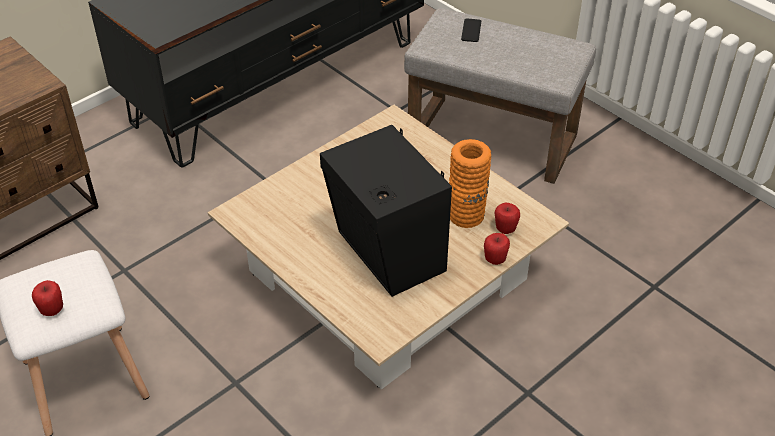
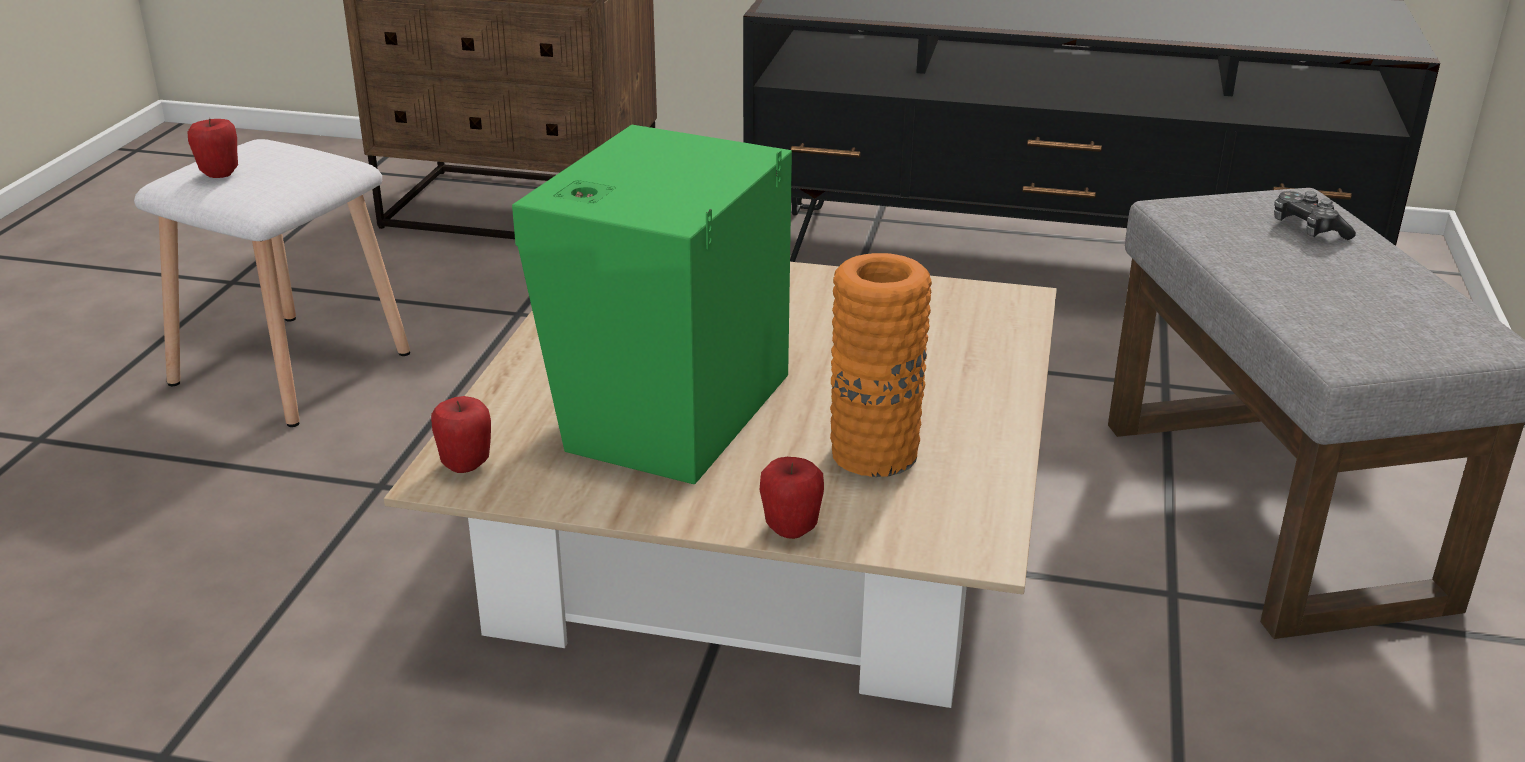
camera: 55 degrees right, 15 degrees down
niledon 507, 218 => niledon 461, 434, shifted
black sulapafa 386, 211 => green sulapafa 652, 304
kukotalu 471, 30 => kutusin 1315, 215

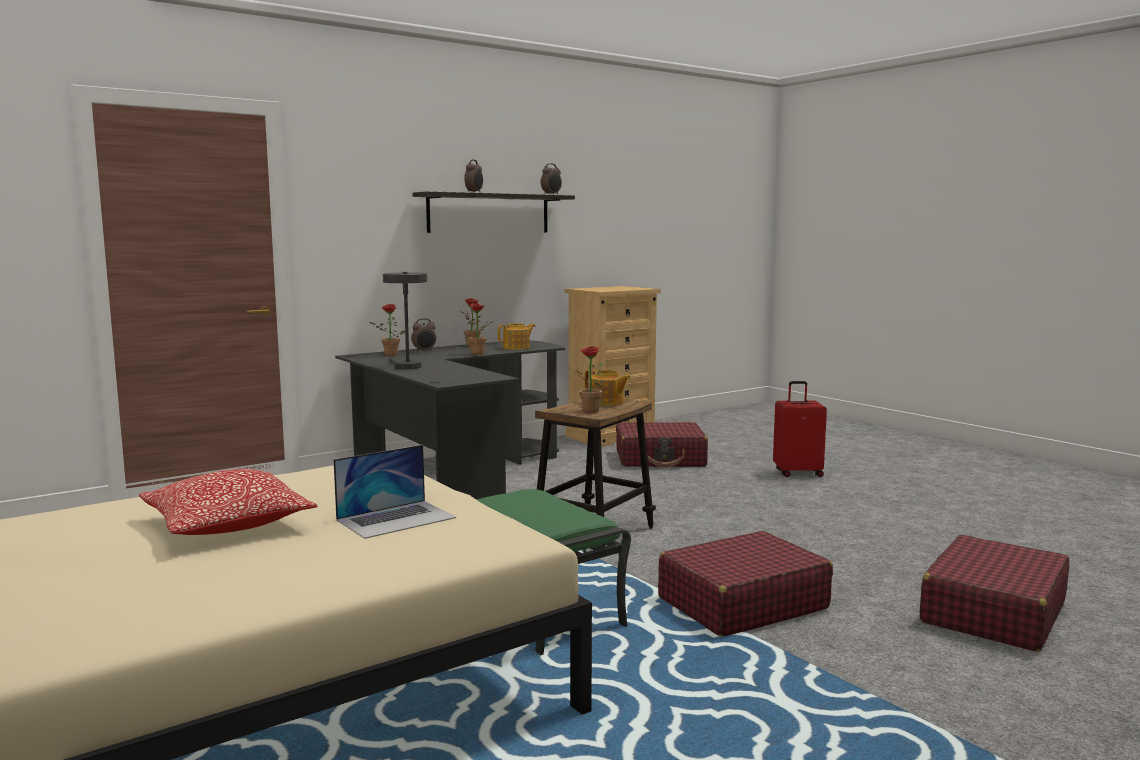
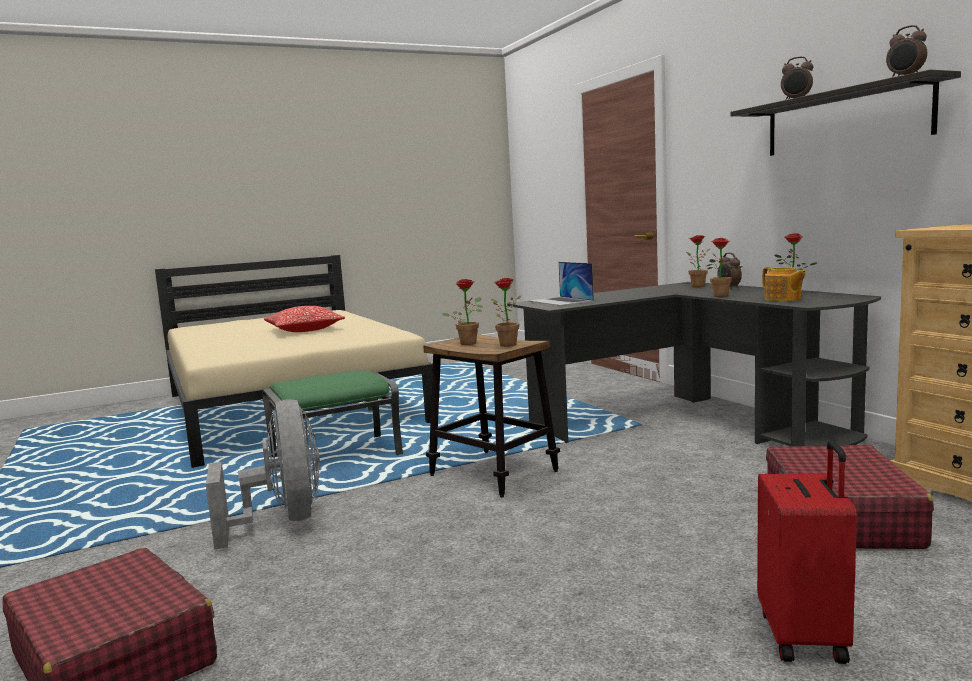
camera: 100 degrees right, 0 degrees up
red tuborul 745, 584 => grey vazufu 263, 475
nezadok 607, 387 => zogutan 506, 312
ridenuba 394, 492 => ridenuba 561, 284, shifted
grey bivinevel 405, 320 => nothing

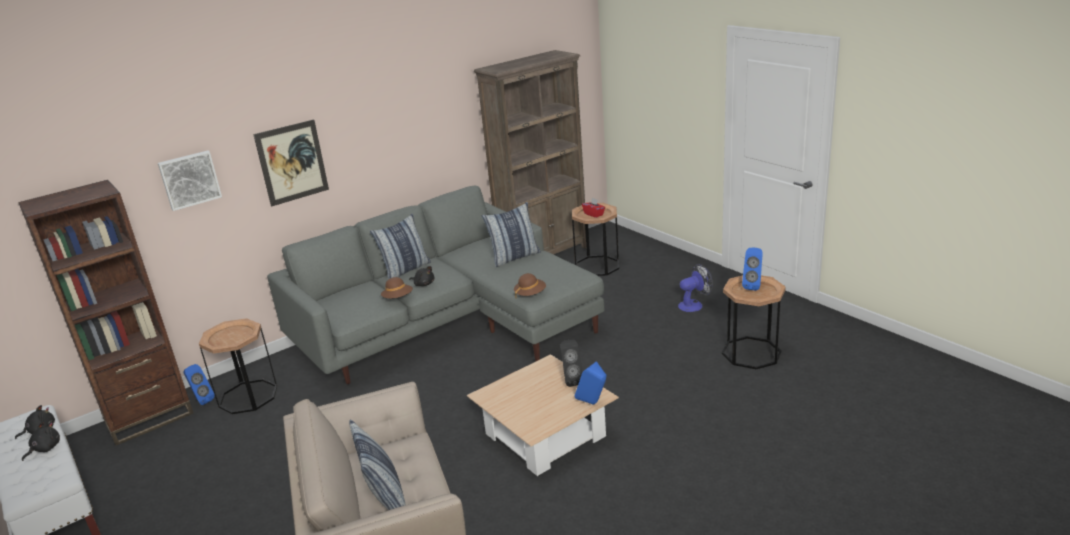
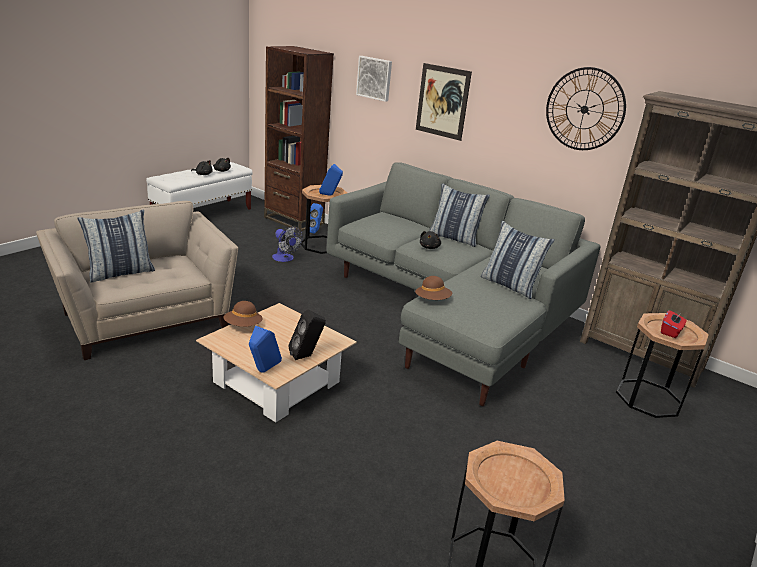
camera: 70 degrees right, 0 degrees up
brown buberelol 397, 288 => brown buberelol 243, 314, shifted
vazufu 695, 288 => vazufu 287, 244, shifted
blue sulapafa 752, 269 => blue sulapafa 331, 180, shifted
nothing => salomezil 586, 108

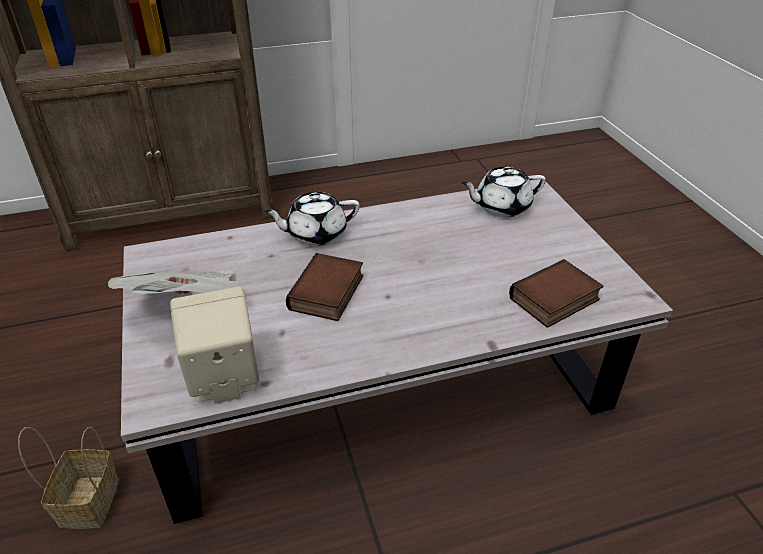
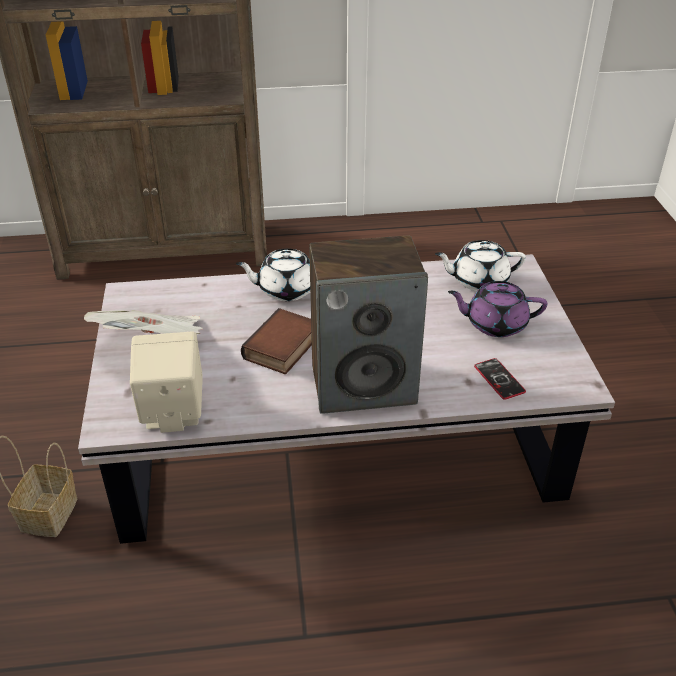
camera: 10 degrees right, 0 degrees up
nothing => sulapafa 368, 325
nothing => purple nezadok 497, 309
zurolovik 556, 293 => kukotalu 500, 379

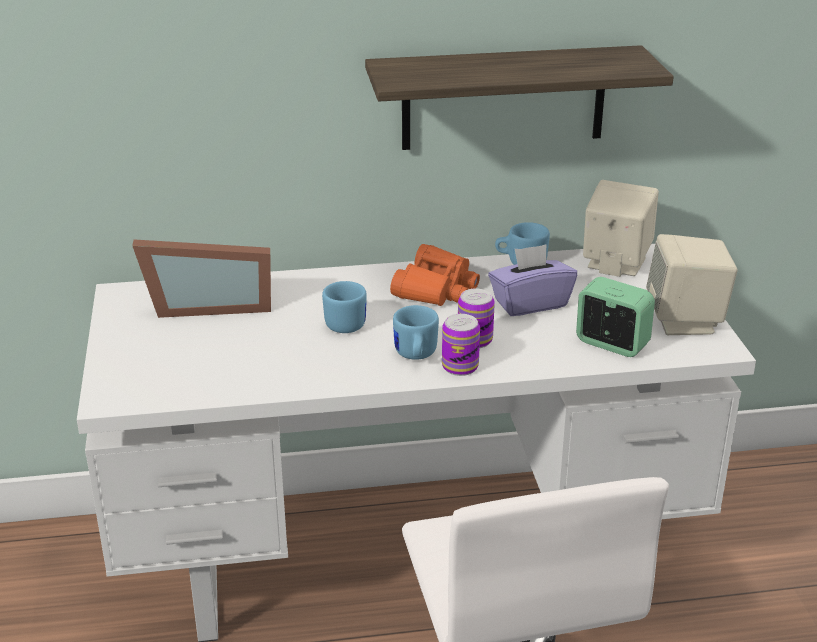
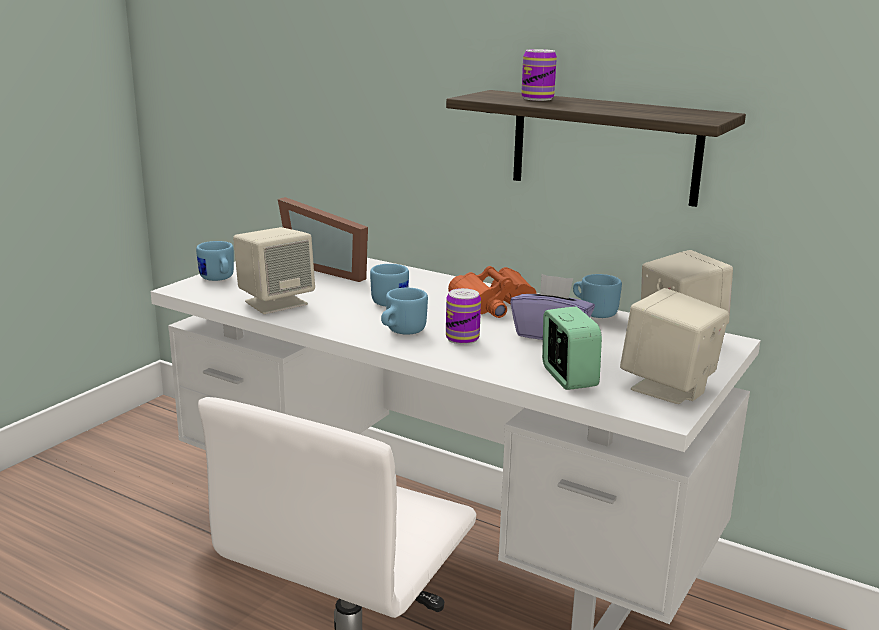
camera: 40 degrees right, 10 degrees down
nothing => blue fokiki 215, 261
nothing => beige sulapafa 274, 270
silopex 461, 345 => silopex 539, 75, shifted

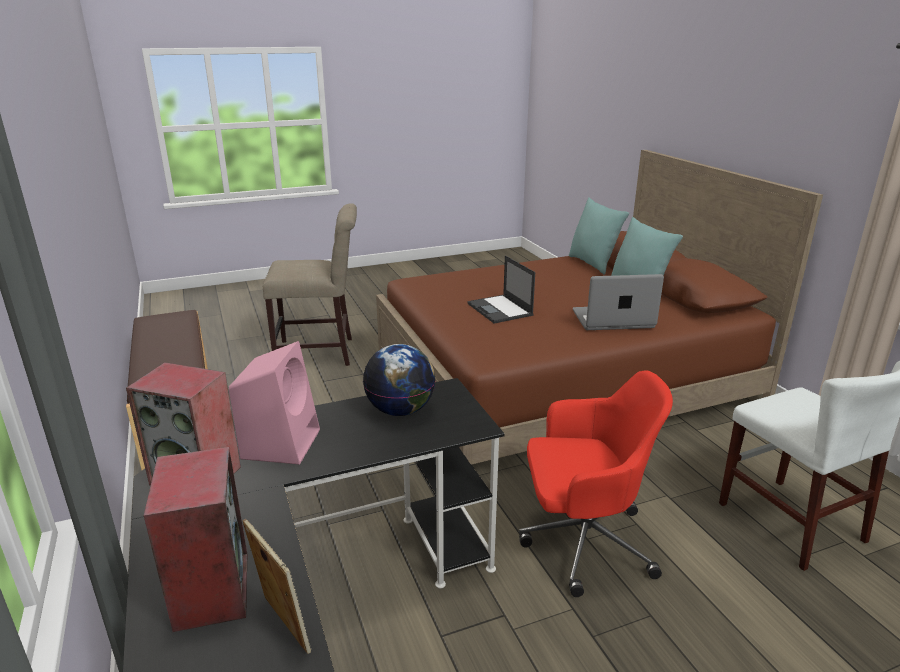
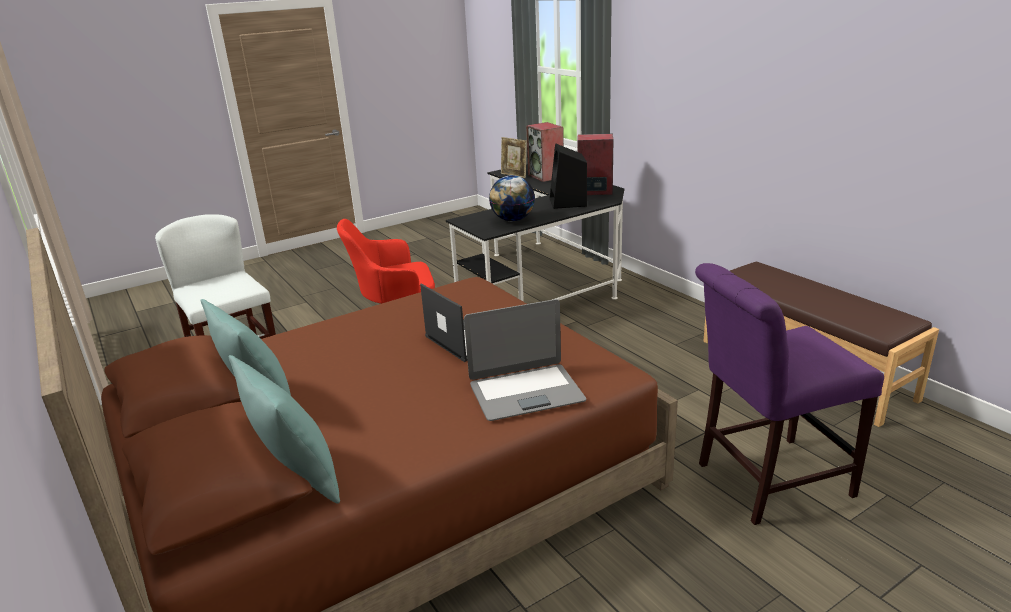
camera: 170 degrees right, 0 degrees up
ridenuba 618, 302 => ridenuba 525, 360, shifted
pink sulapafa 274, 403 => black sulapafa 568, 176
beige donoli 310, 284 => purple donoli 789, 394

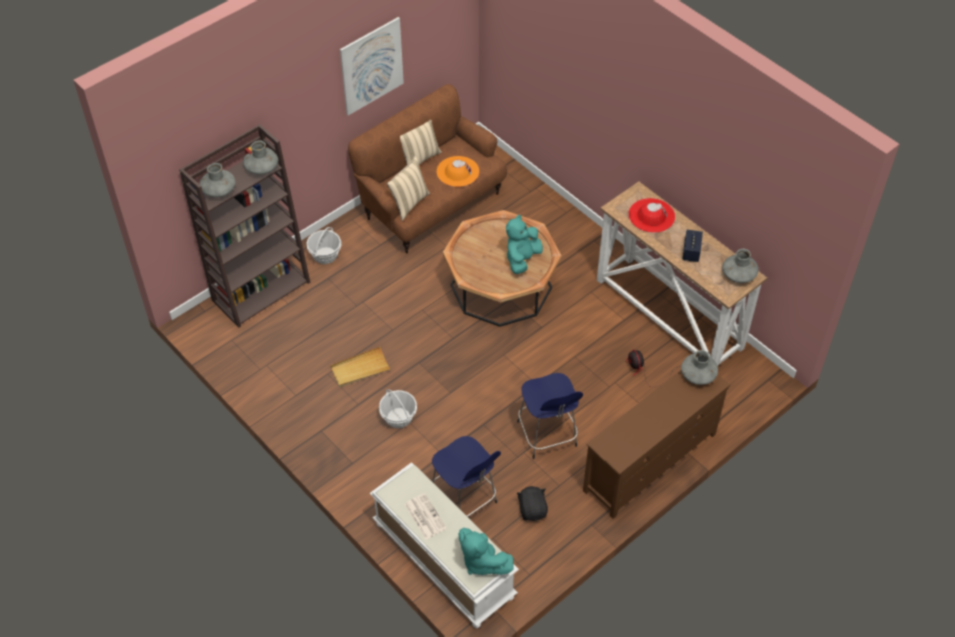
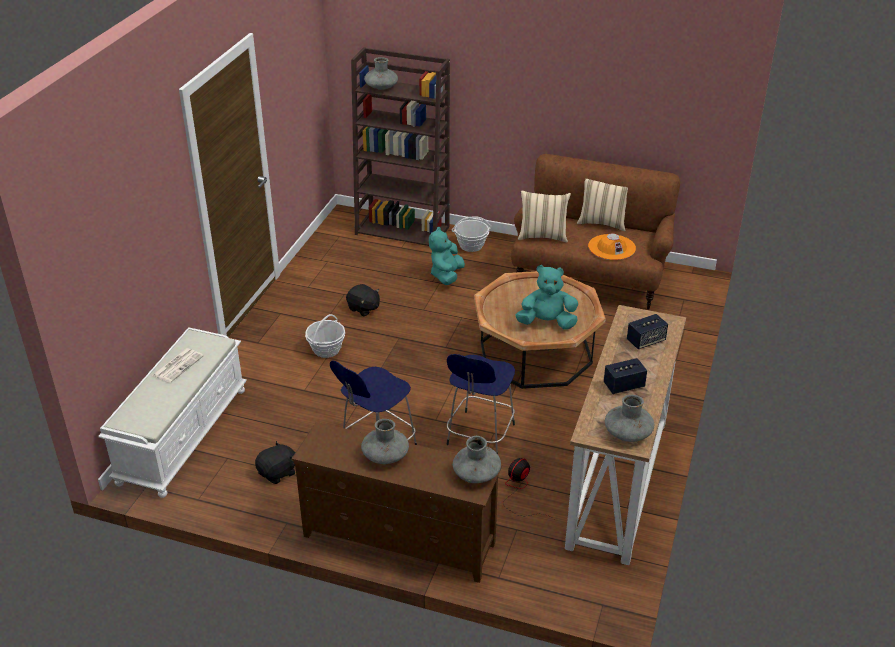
camera: 60 degrees right, 15 degrees down
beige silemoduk 360, 367 => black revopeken 363, 300
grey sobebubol 260, 157 => grey sobebubol 385, 441, shifted
turquoise revopeken 486, 551 => turquoise revopeken 447, 256, shifted
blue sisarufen 466, 476 => blue sisarufen 480, 404, shifted
red buberelol 651, 215 => sulapafa 647, 331
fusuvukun 372, 66 => nothing

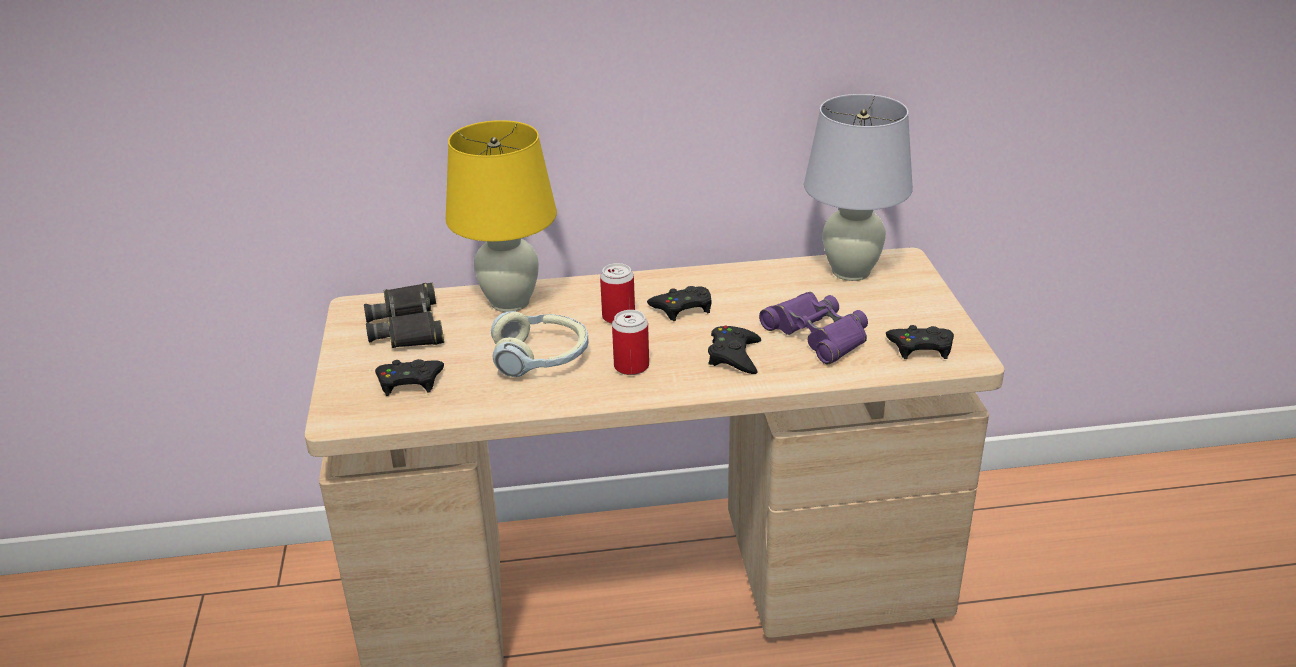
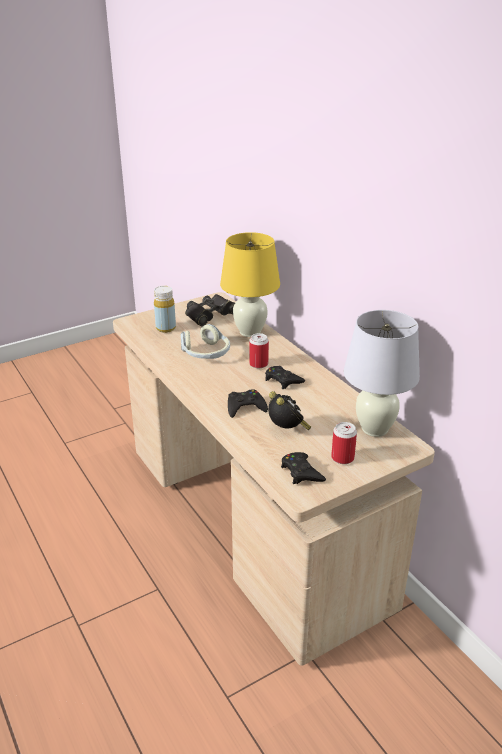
camera: 65 degrees right, 0 degrees up
black kutusin 409, 377 => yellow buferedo 165, 309
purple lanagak 813, 328 => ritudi 289, 410
silopex 630, 342 => silopex 344, 443, shifted

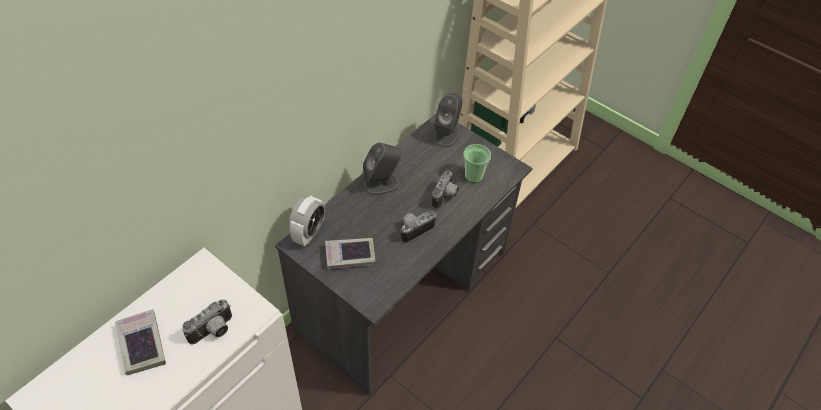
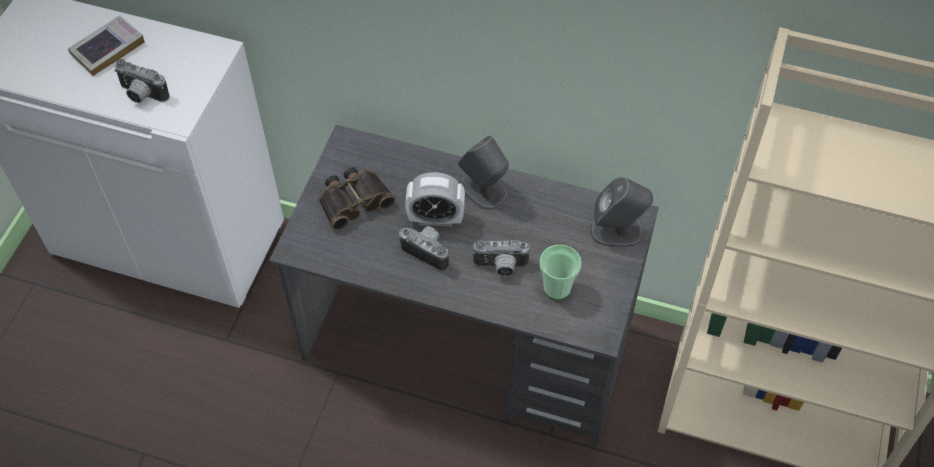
camera: 70 degrees right, 5 degrees up
zurolovik 350, 253 => lanagak 357, 199
ritudi 307, 221 => ritudi 435, 199, shifted

